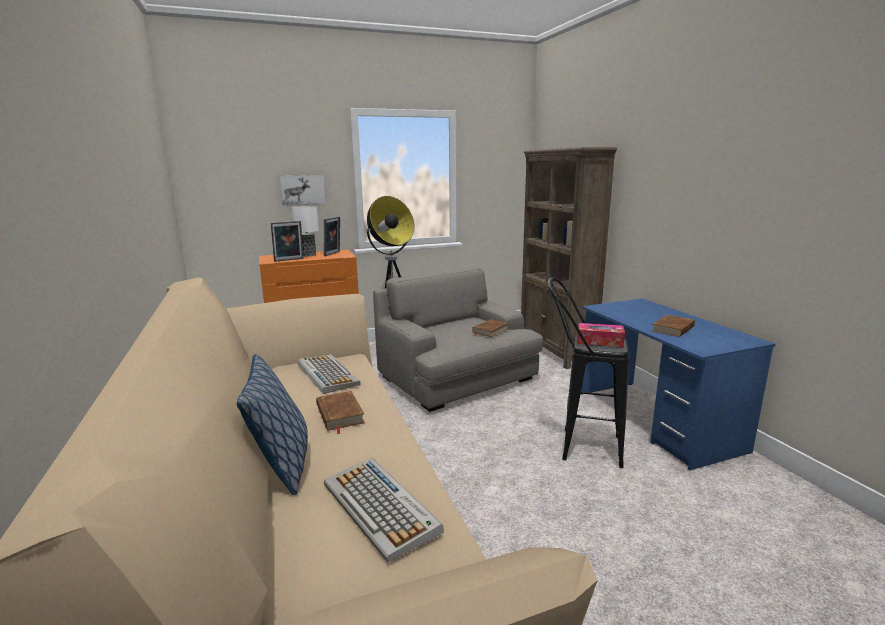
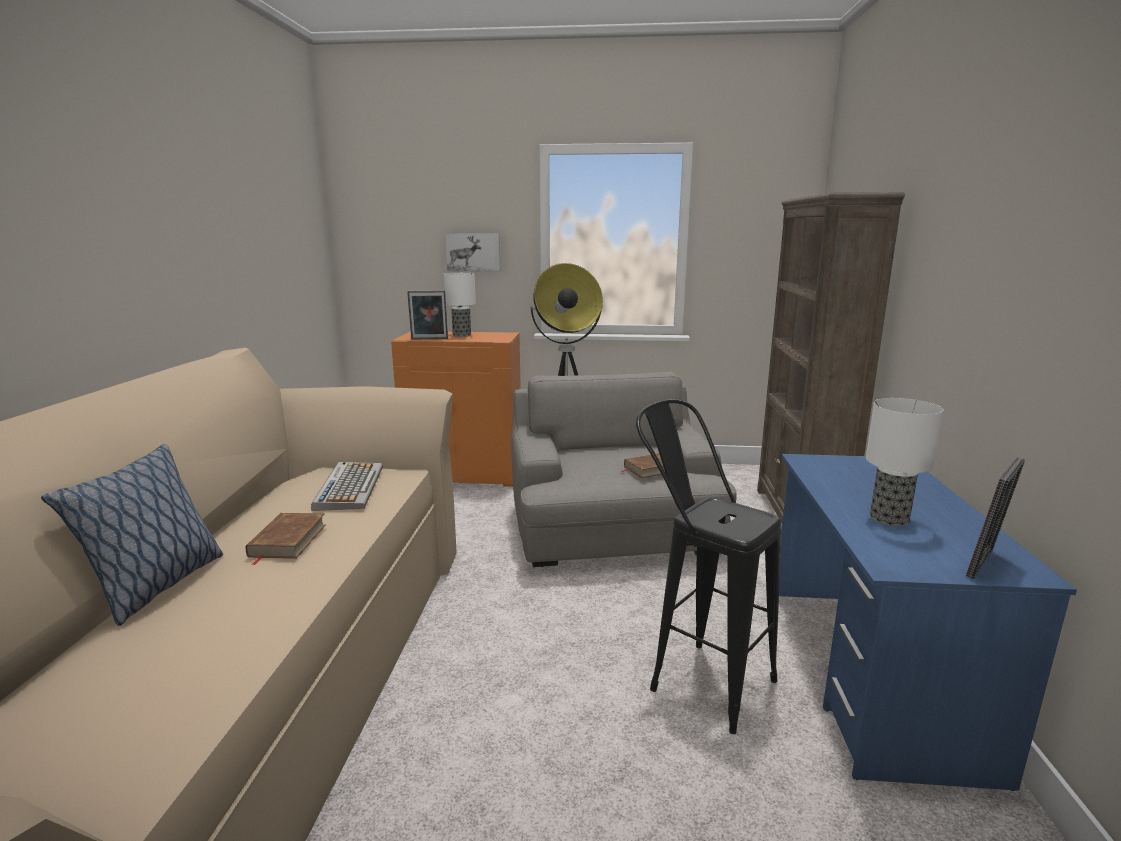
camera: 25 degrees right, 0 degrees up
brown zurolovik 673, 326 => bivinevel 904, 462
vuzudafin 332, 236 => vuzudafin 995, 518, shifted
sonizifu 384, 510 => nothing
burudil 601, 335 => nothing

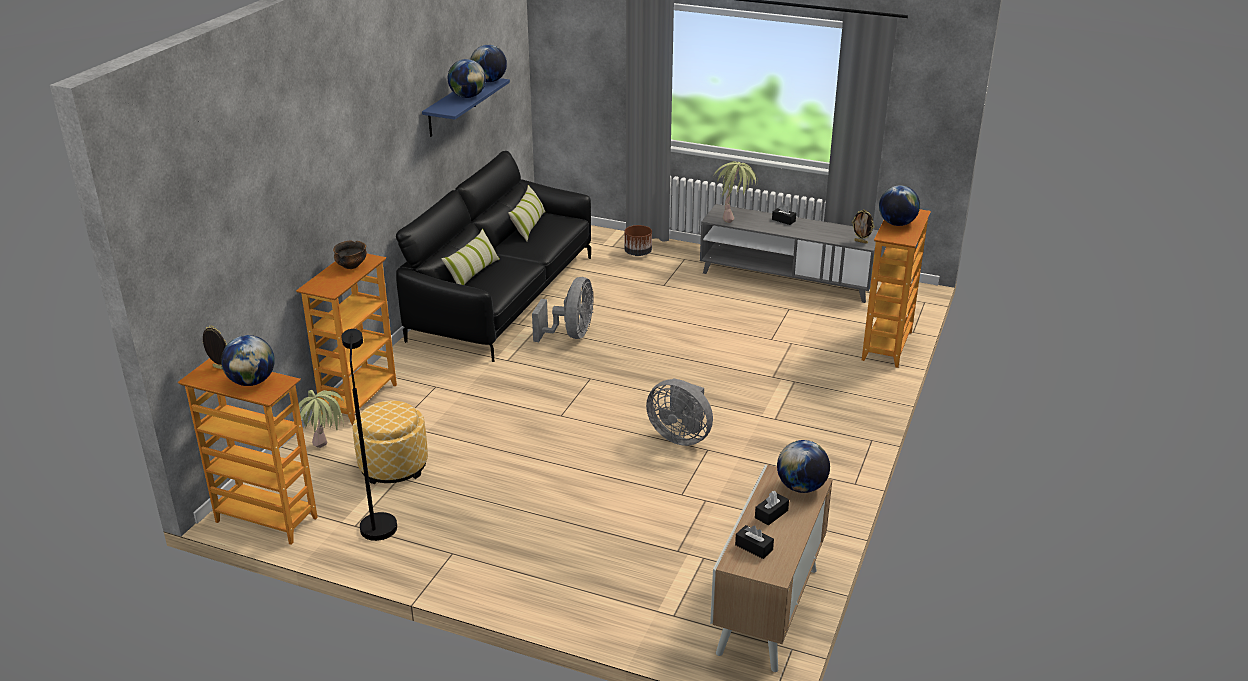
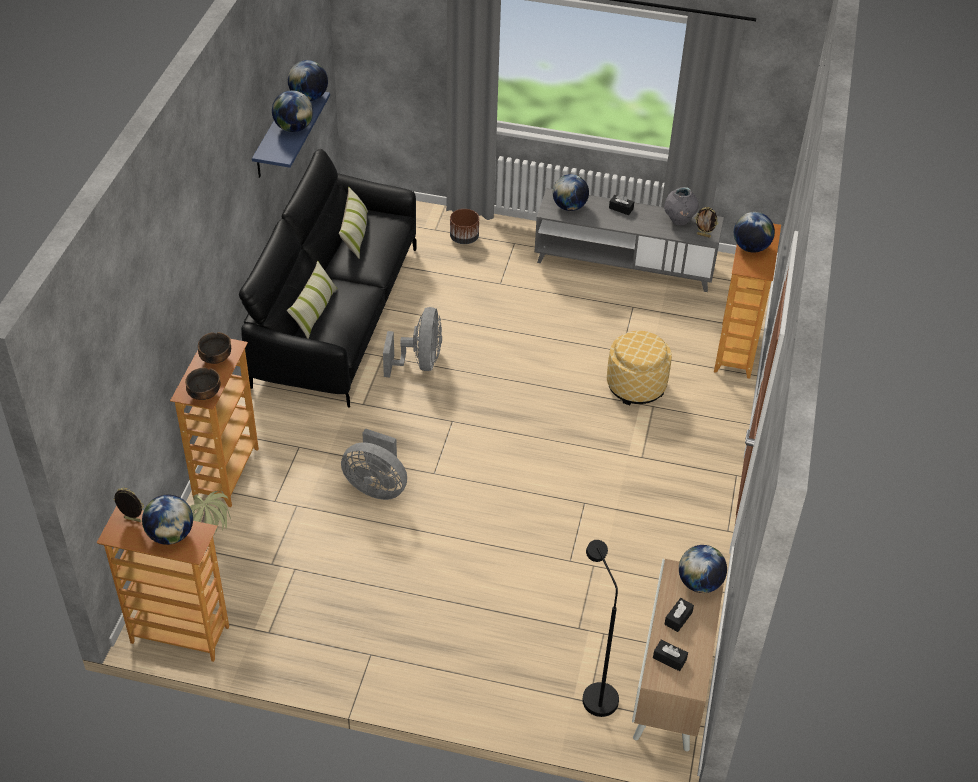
camera: 10 degrees left, 15 degrees up
nothing => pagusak 203, 383
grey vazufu 679, 412 => grey vazufu 374, 464, shifted
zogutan 735, 192 => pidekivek 571, 192
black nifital 369, 435 => black nifital 600, 628, shifted
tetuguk 390, 442 => tetuguk 639, 368, shifted
nothing => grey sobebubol 681, 206

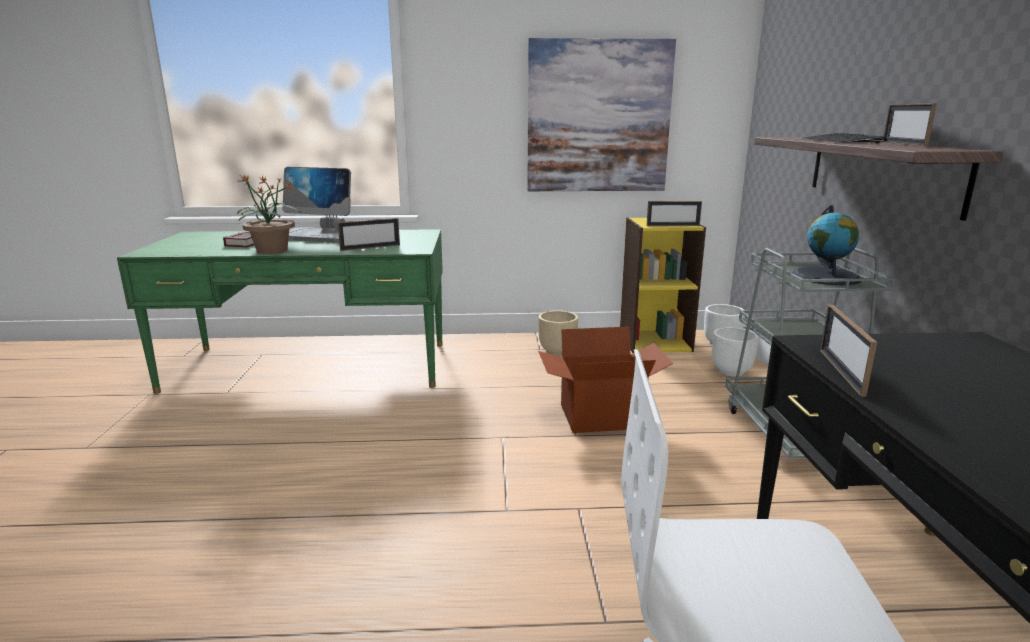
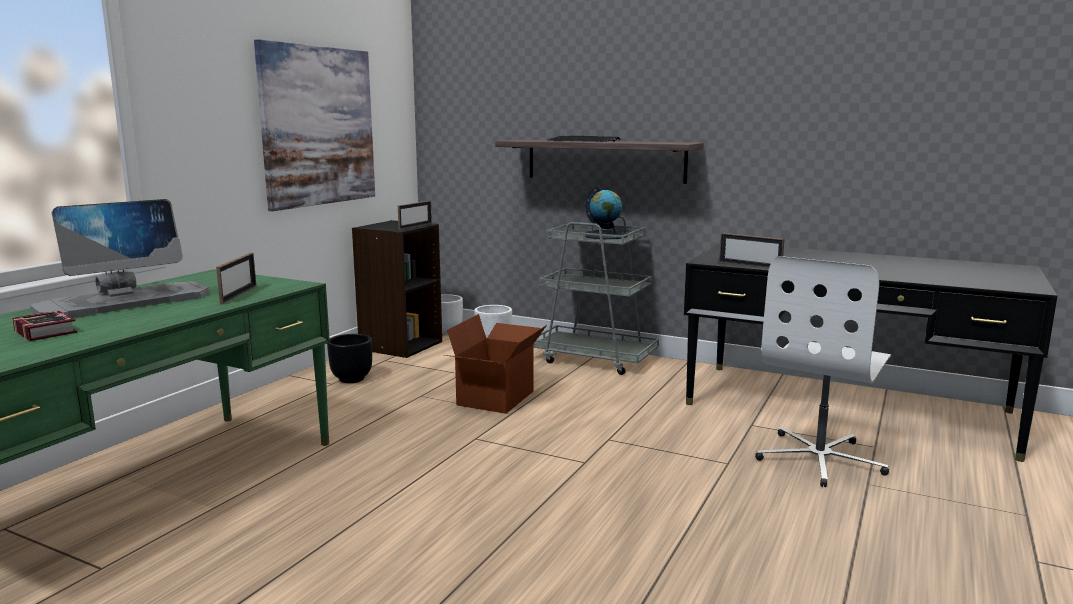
camera: 60 degrees left, 5 degrees down
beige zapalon 558, 333 => black zapalon 349, 358
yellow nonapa 663, 285 => black nonapa 397, 289
zogutan 268, 214 => nothing
vuzudafin 910, 124 => nothing

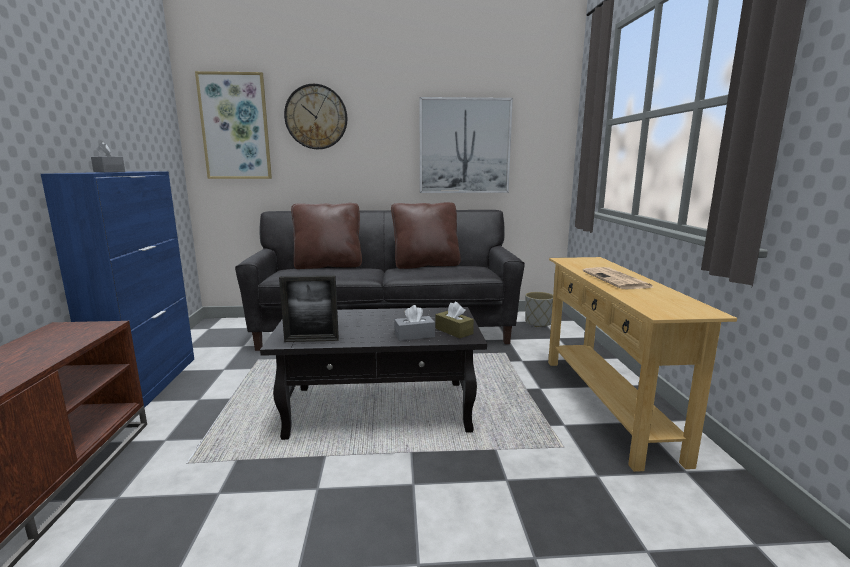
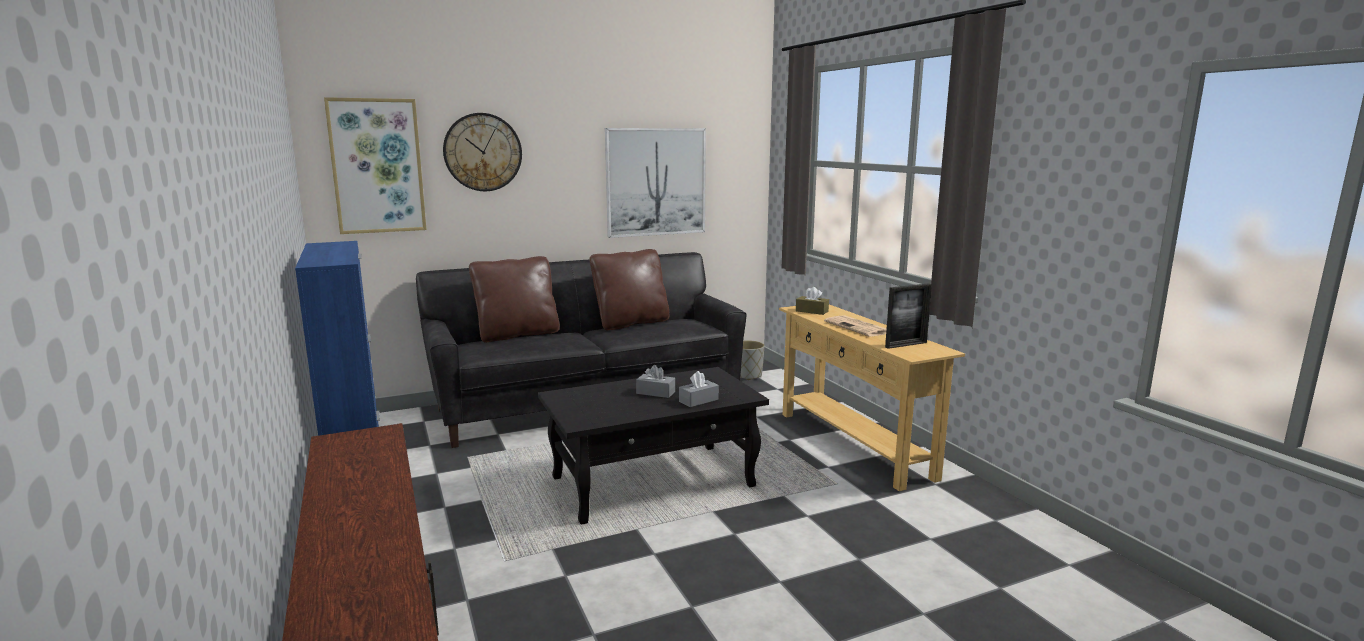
camera: 20 degrees left, 0 degrees up
grey burudil 108, 156 => grey burudil 655, 381, shifted
brown burudil 454, 320 => brown burudil 812, 301, shifted
vuzudafin 309, 308 => vuzudafin 908, 316, shifted

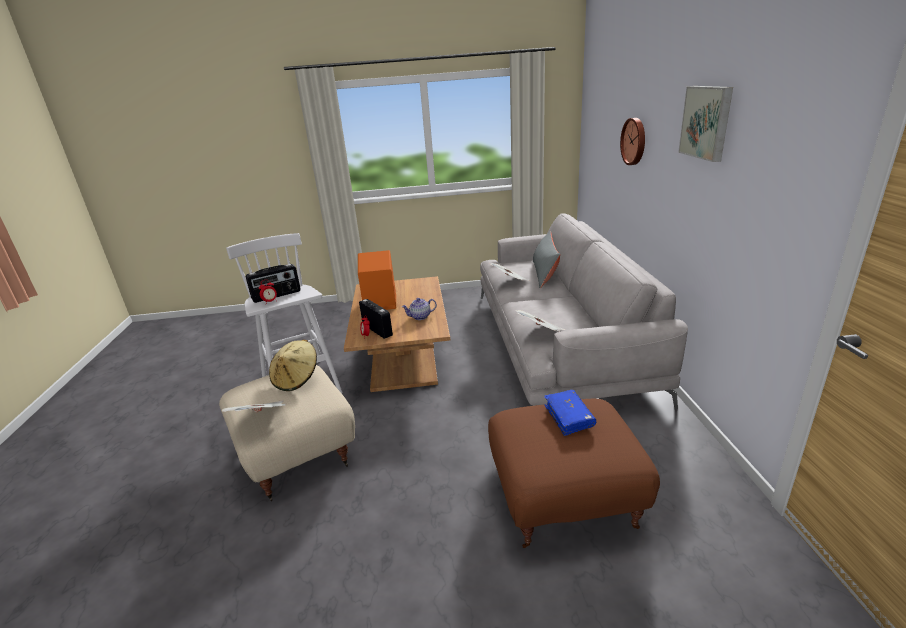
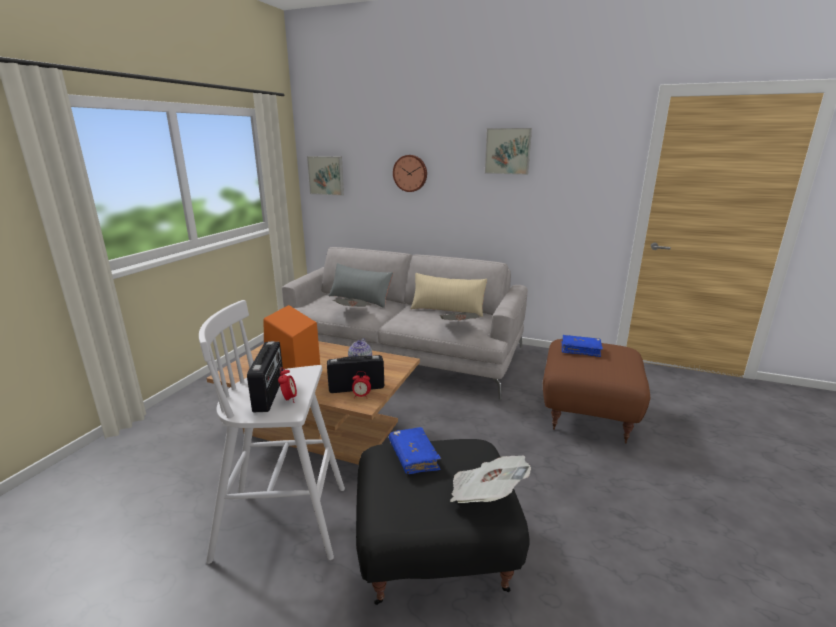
camera: 65 degrees left, 5 degrees down
nothing => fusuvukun 325, 176
beige tetuguk 287, 433 => black tetuguk 443, 522
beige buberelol 293, 365 => blue zurolovik 415, 450
nothing => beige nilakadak 449, 295

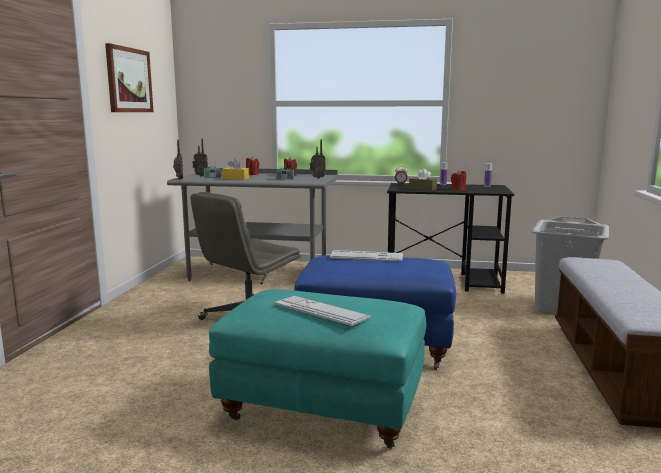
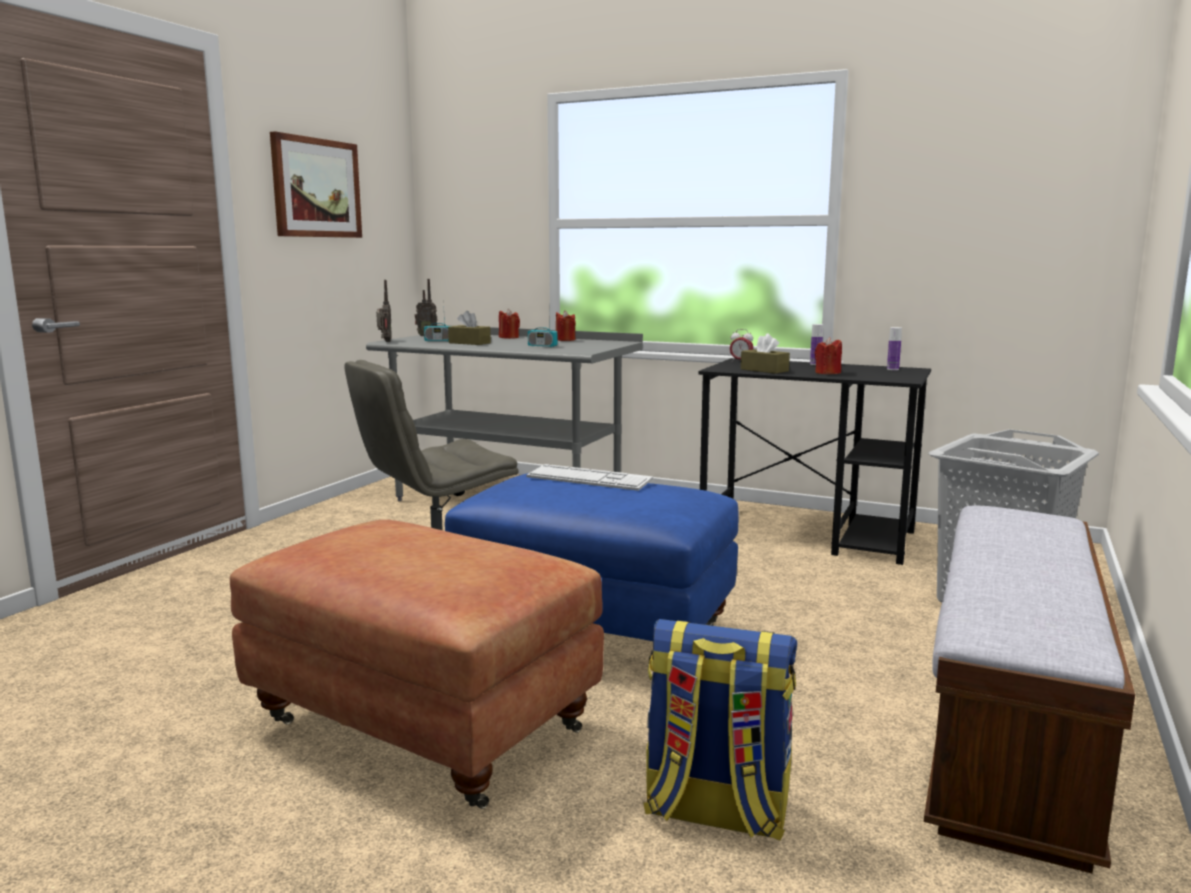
camera: 15 degrees right, 0 degrees up
turquoise tetuguk 317, 369 => brown tetuguk 417, 664
yellow burudil 235, 169 => brown burudil 469, 328
nothing => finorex 720, 730
sonizifu 322, 311 => nothing
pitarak 318, 159 => nothing

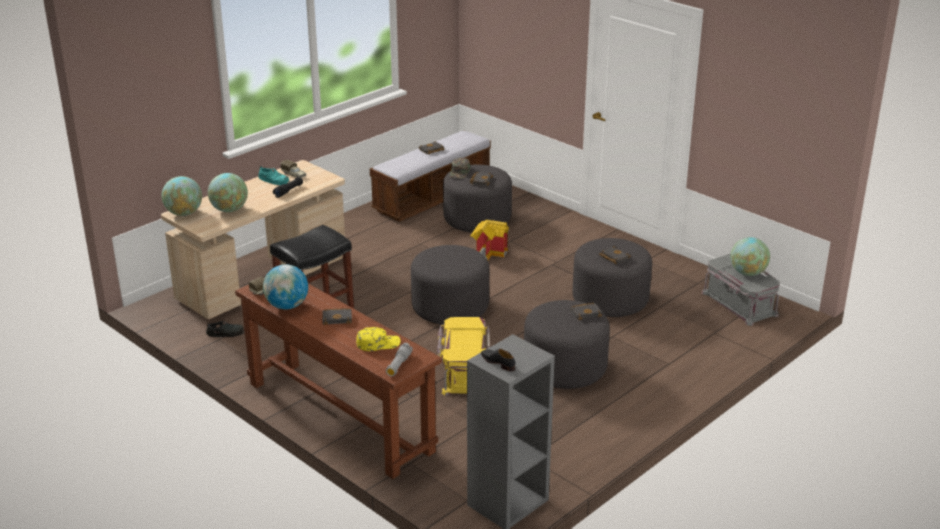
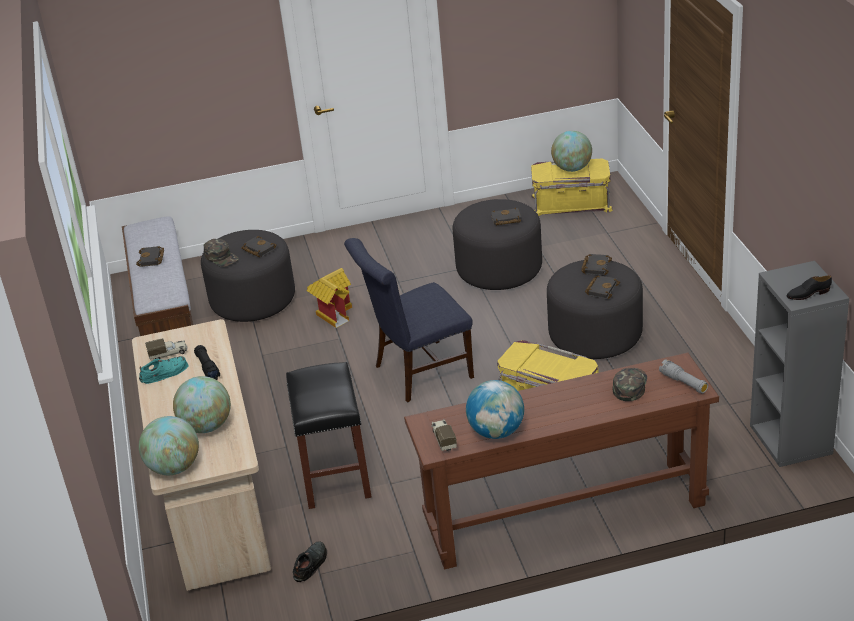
camera: 55 degrees left, 5 degrees up
grey tetuguk 450, 284 => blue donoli 409, 320
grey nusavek 740, 290 => yellow nusavek 572, 187
black zurolovik 337, 316 => black zurolovik 602, 287, shifted
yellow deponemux 378, 339 => green deponemux 630, 384

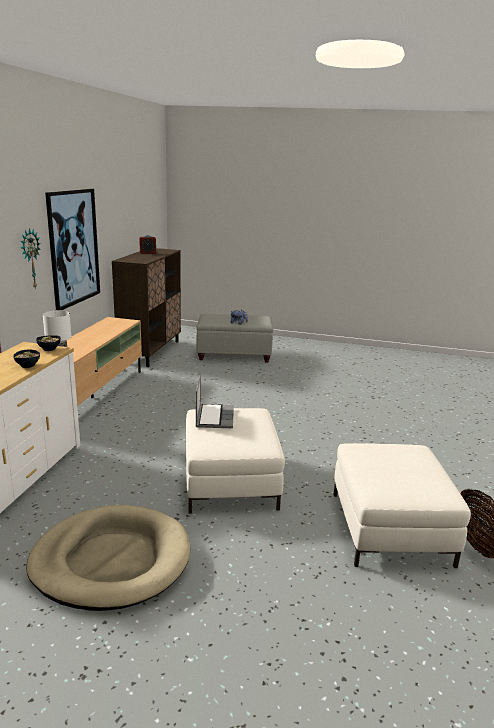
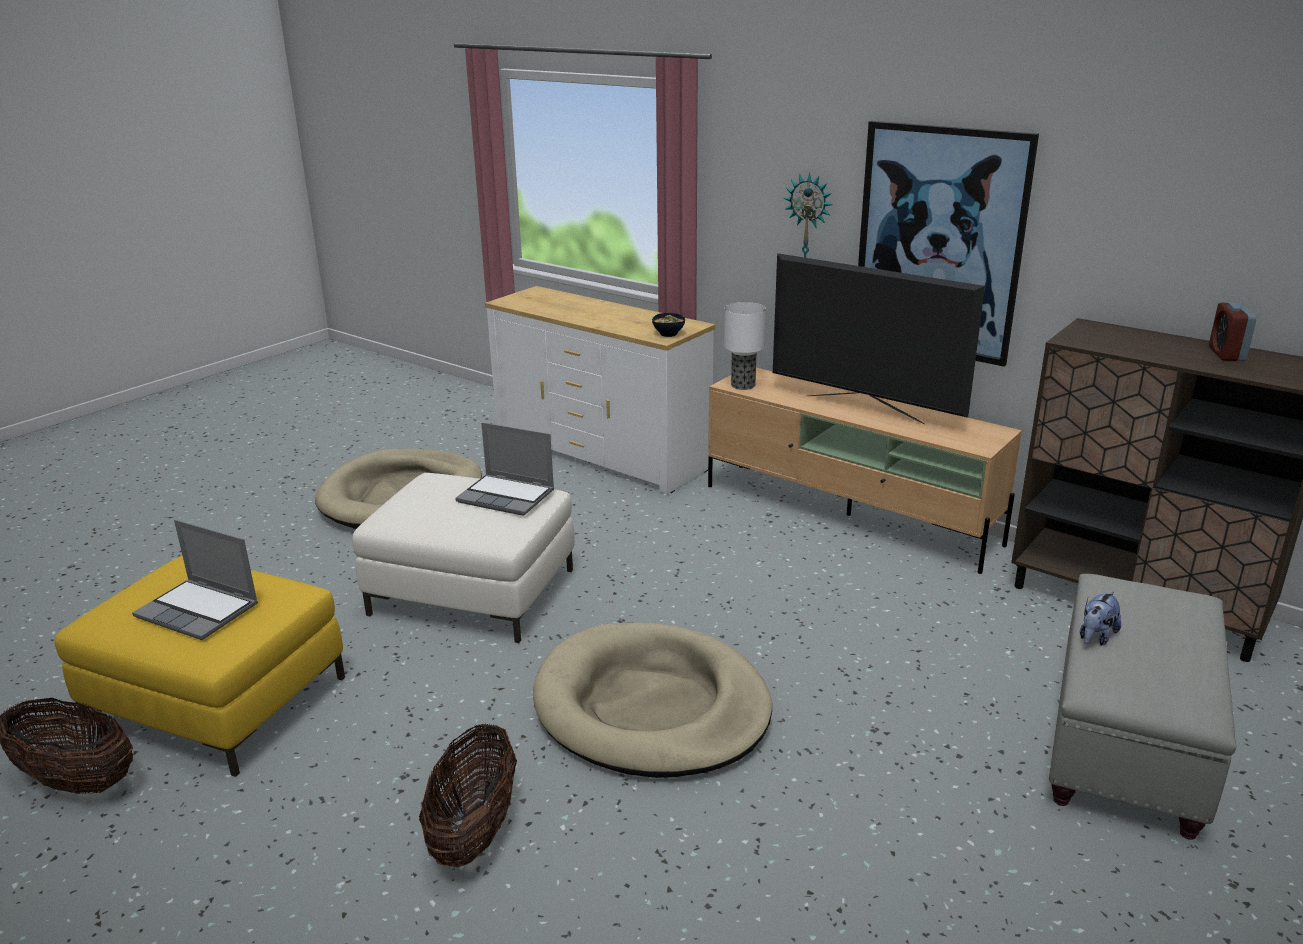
camera: 115 degrees right, 5 degrees up
white tetuguk 402, 505 => yellow tetuguk 200, 666
nothing => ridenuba 195, 580
nothing => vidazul 468, 795
nothing => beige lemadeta 652, 700
nothing => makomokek 879, 339
pagusak 26, 359 => nothing

